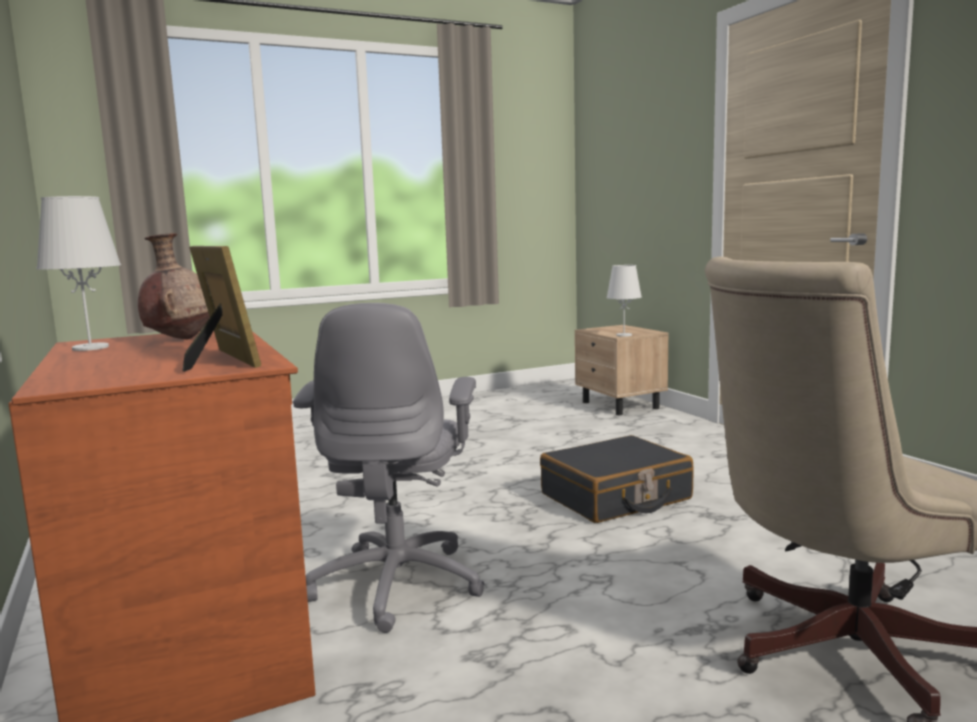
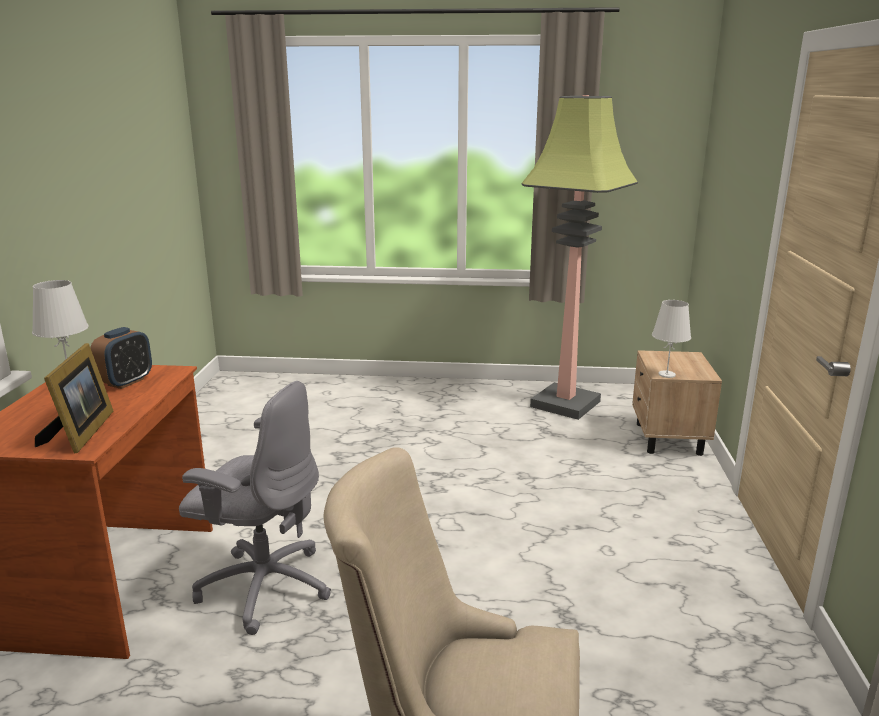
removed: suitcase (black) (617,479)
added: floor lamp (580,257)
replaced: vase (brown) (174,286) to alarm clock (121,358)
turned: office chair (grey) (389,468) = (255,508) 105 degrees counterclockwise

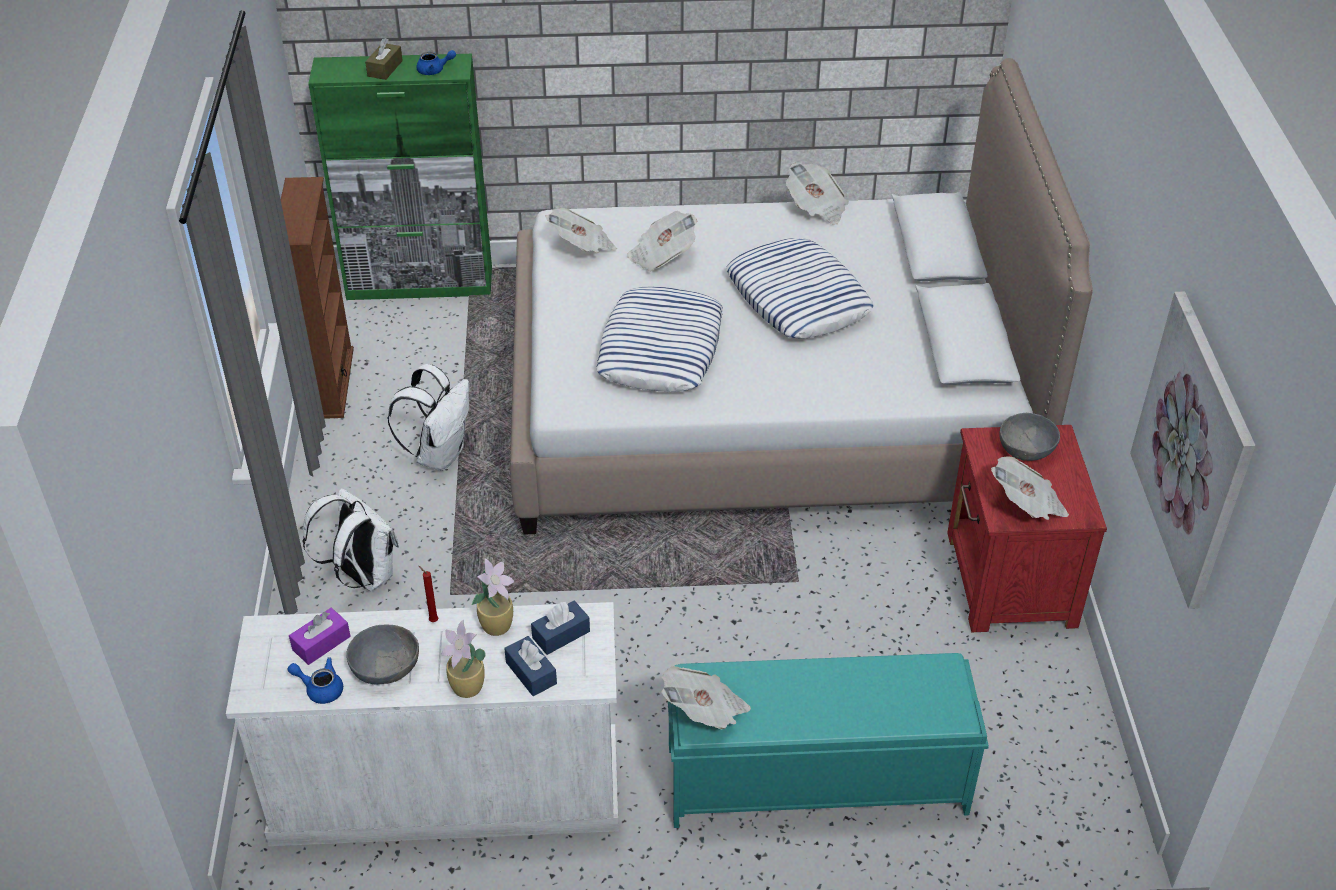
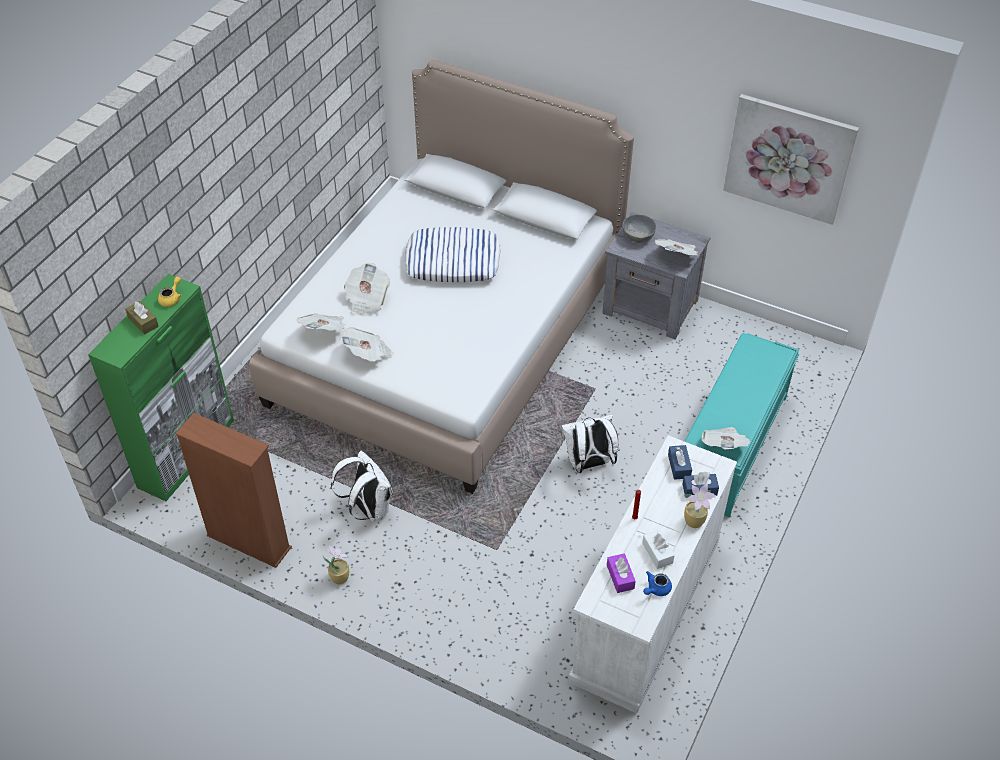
removed: pillow (659,339)
moved: newspaper (817,194) to (367,344); backpack (white) (350,539) to (589,444); potted plant (493,597) to (336,564)
replaced: bowl (grey) (382,654) to tissue box (white) (658,549)
recoloured: teapot (blue) (436,62) to teapot (yellow) (170,292); nightstand (red) (1027,528) to nightstand (grey) (656,275)

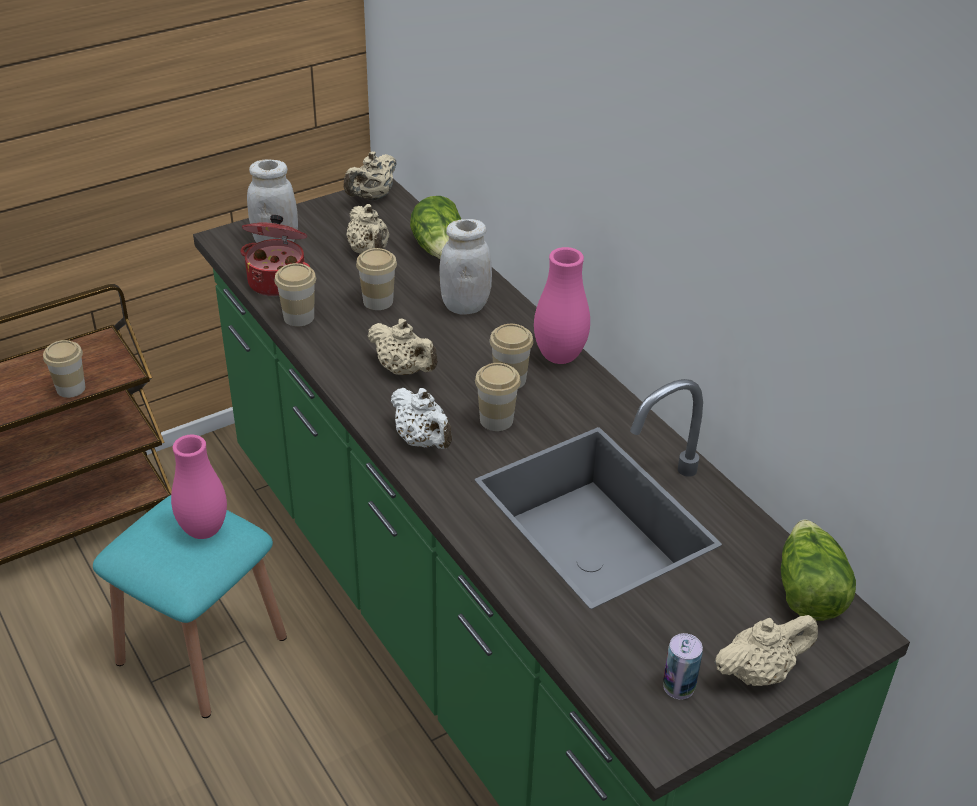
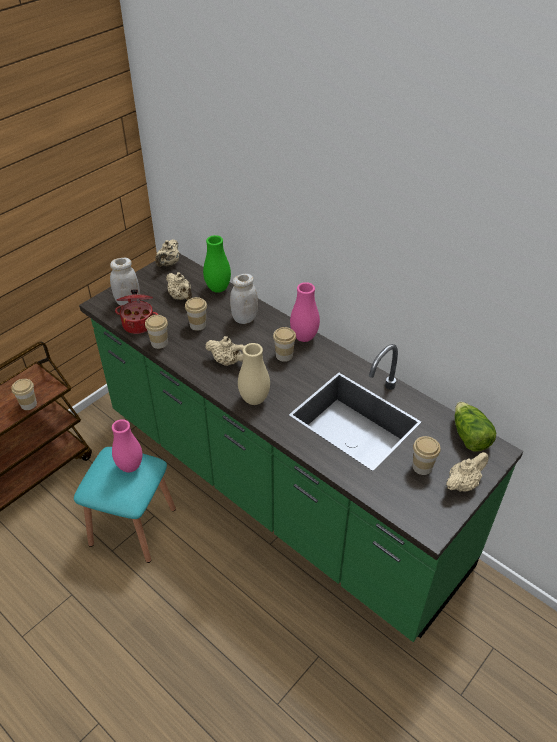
removed: can (683,666)
moved: cup (498,397) to (426,455)
replaced: lettuce (435,227) to vase (green) (217,264); teapot (white) (421,418) to vase (beige) (254,374)

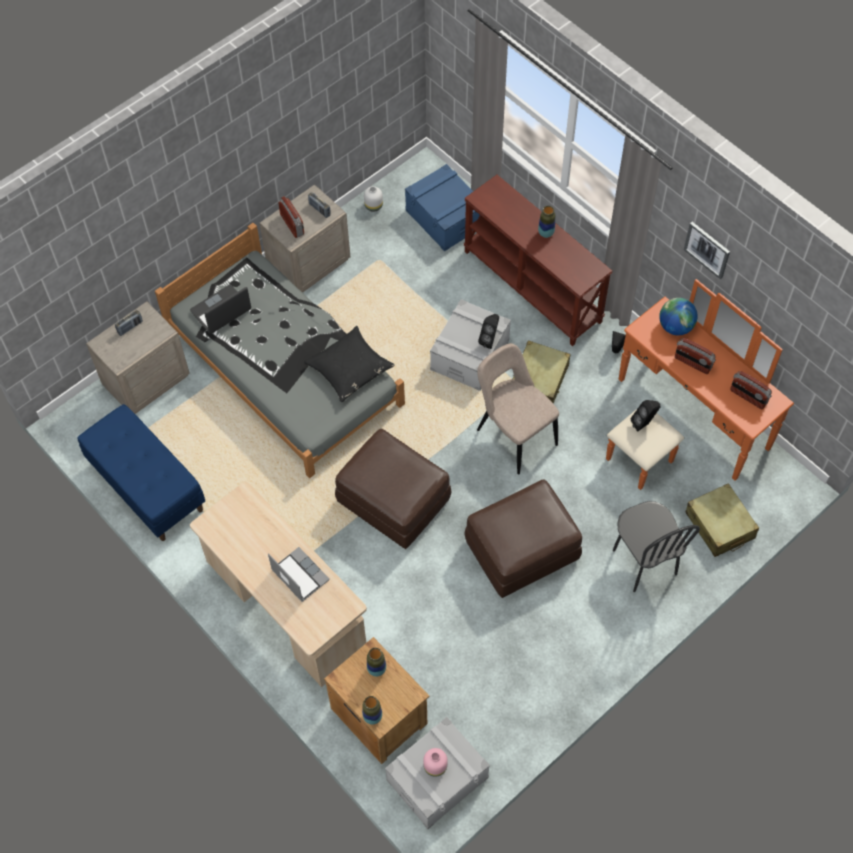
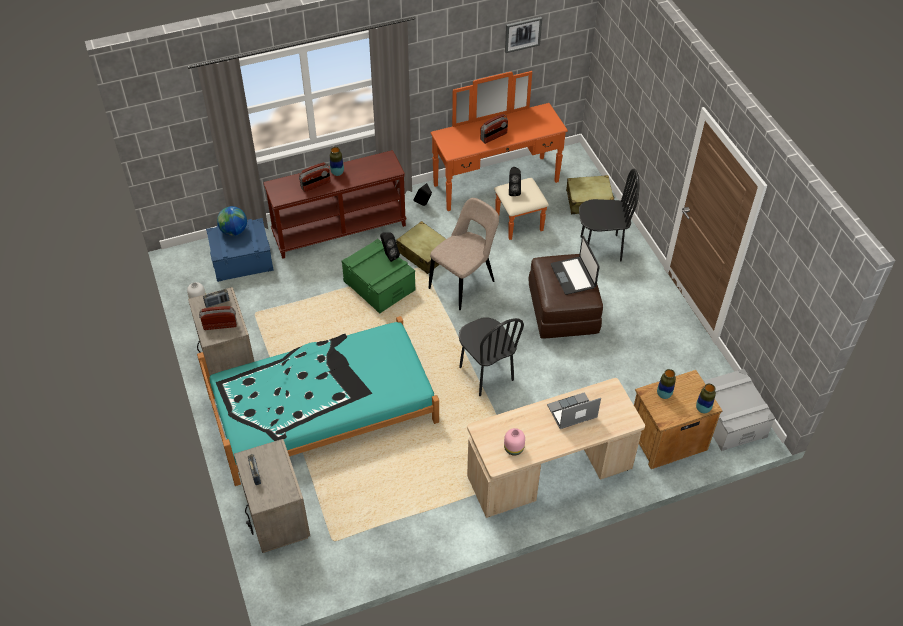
removed: pillow (black) (349,364); bench (blue) (141,472)
moved: picture (707,250) to (523,35); laptop (220,309) to (575,265); globe (678,316) to (232,221); radio (751,390) to (315,177); vase (pink) (435,762) to (514,441)
replaced: ottoman (brown) (393,489) to chair (black) (491,356)
recoloured: bed (grey) (280,350) to bed (turquoise) (318,401); storage box (grey) (470,345) to storage box (green) (379,276)
turned: chair (beige) (518,408) = (464,254) 150 degrees clockwise

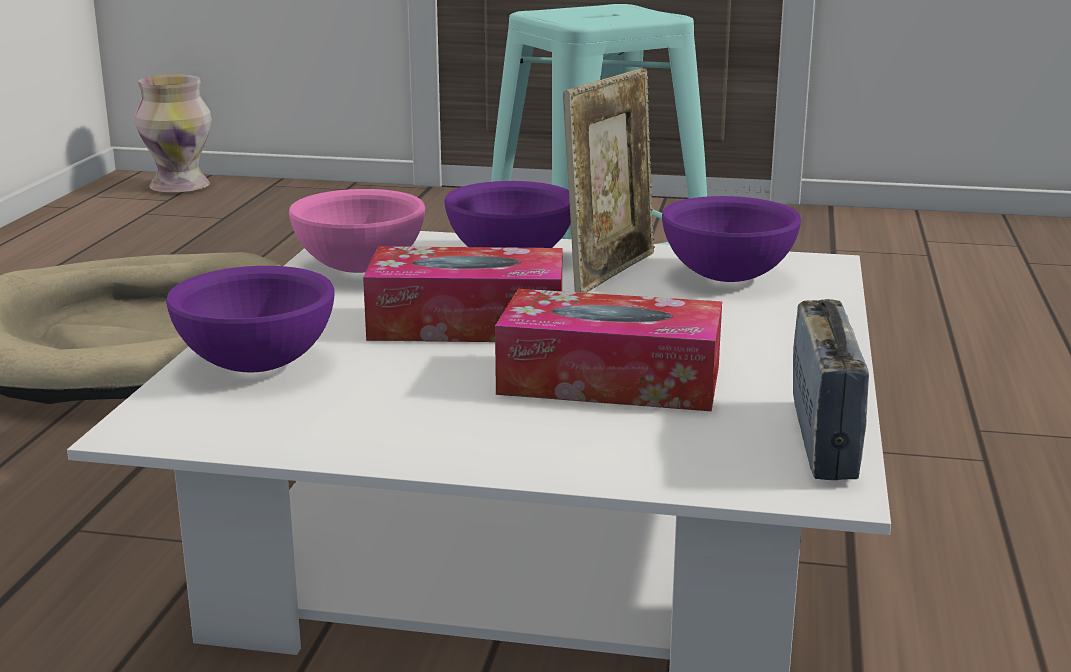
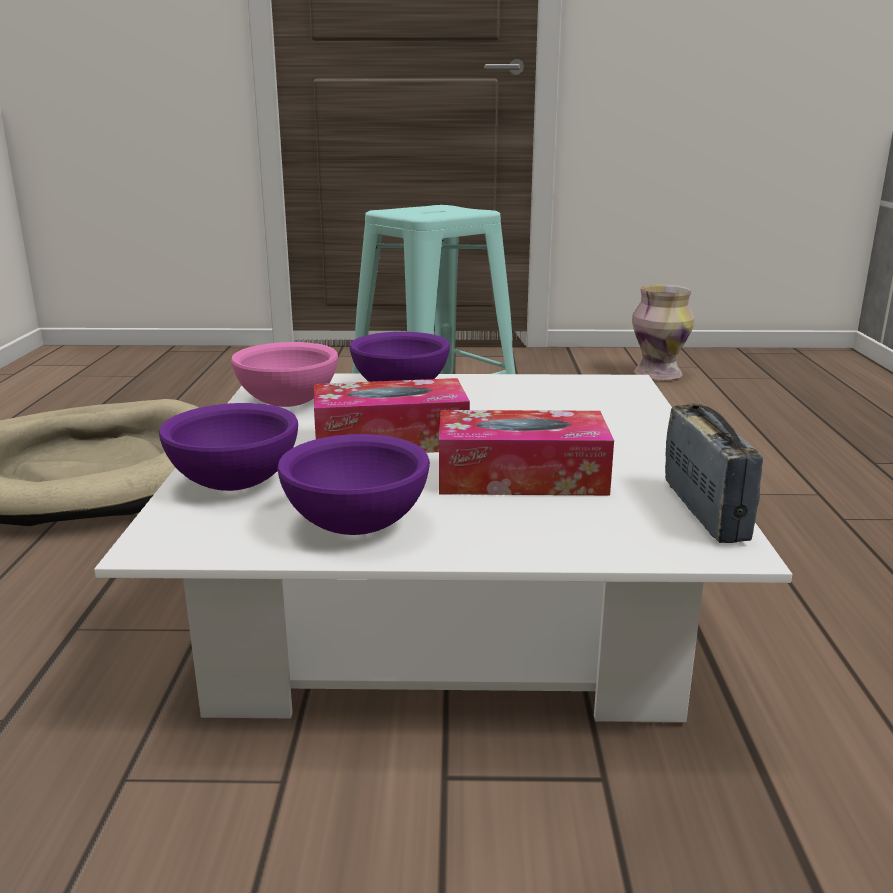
removed: picture frame (609,180)
moved: vase (173,133) to (663,332); bowl (purple) (731,239) to (353,484)

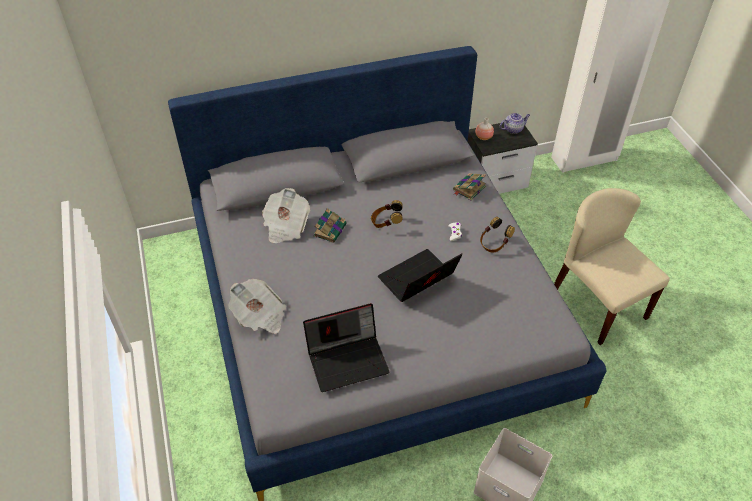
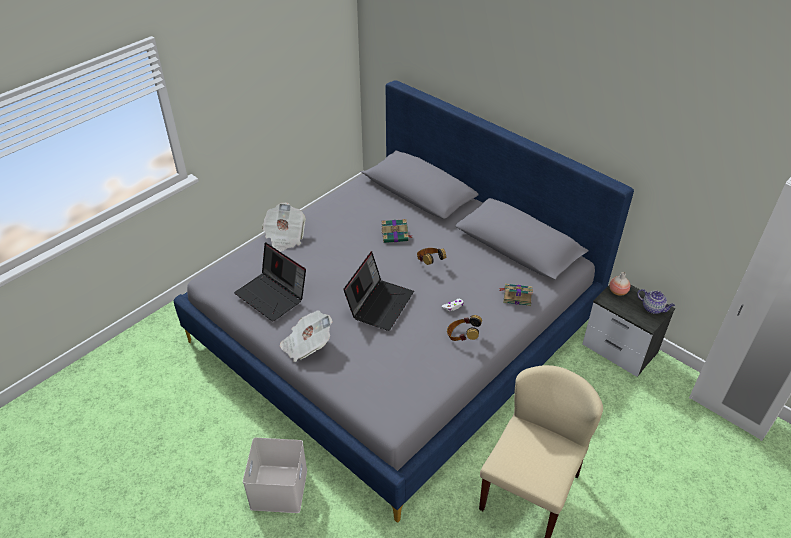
moved: newspaper (286,215) to (306,336)
turned: laptop (420,275) = (378,291) 90 degrees clockwise

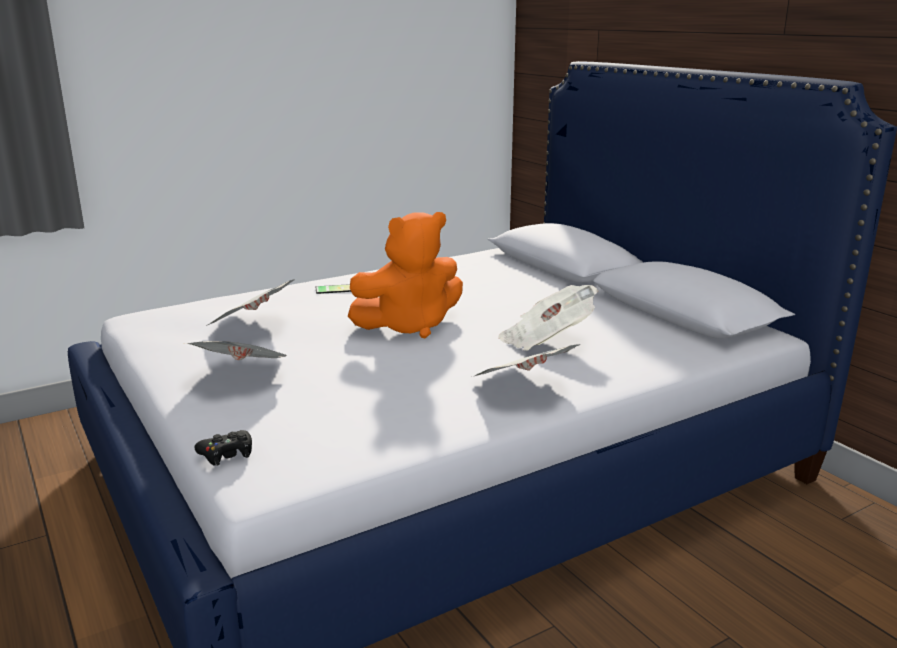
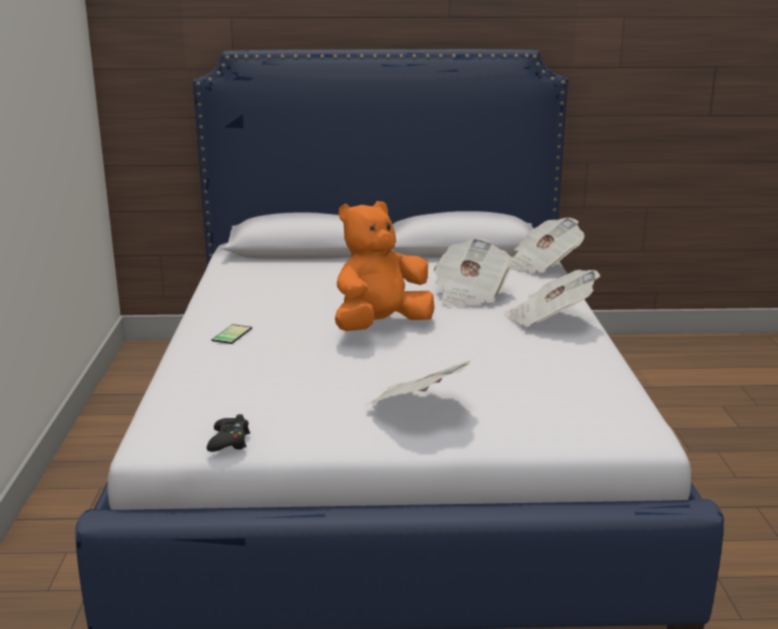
moved: newspaper (250,302) to (548,245); game controller (black) (223,448) to (228,433)
turned: plush toy (orange) (405,275) = (384,266) 135 degrees counterclockwise

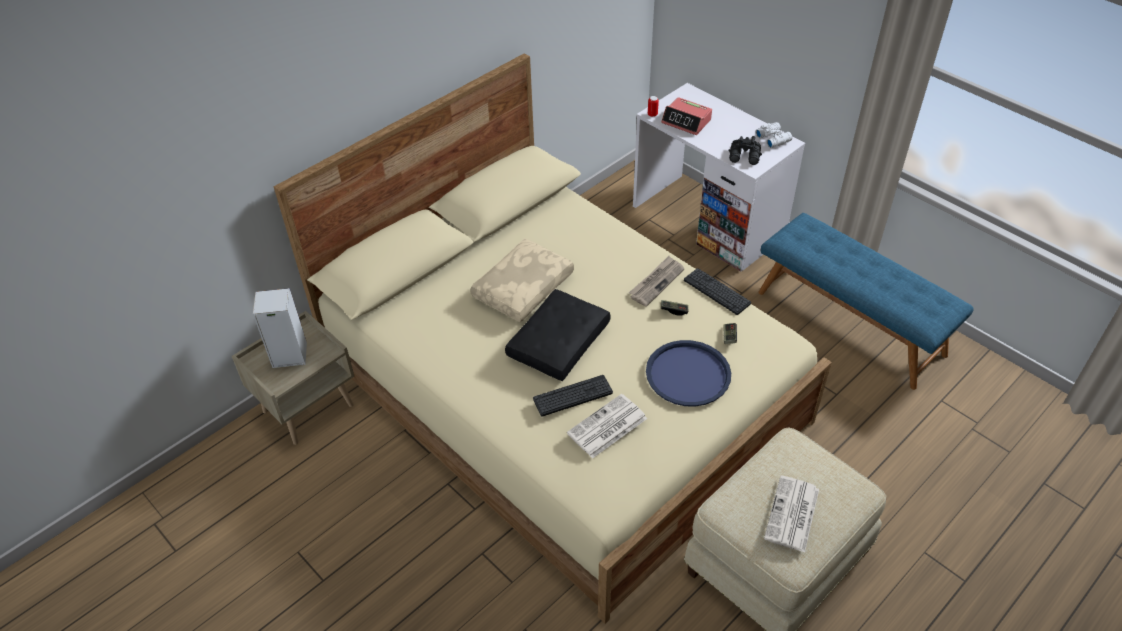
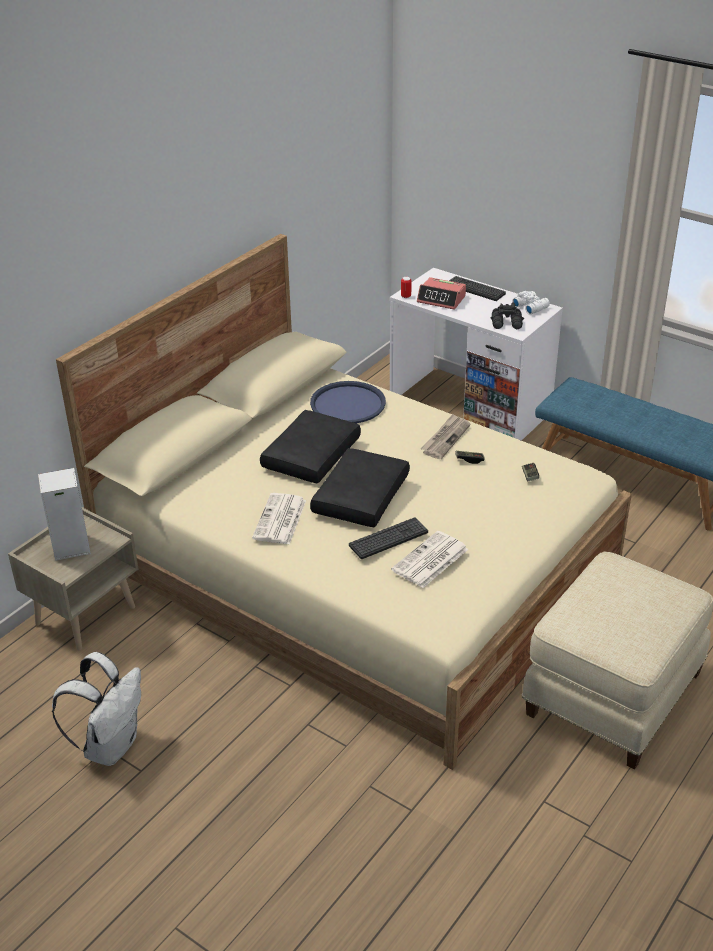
added: backpack (white) (96,709)
moved: keyboard (717,291) to (477,288); tray (blue) (688,373) to (348,402); newspaper (791,514) to (279,519)
recoloured: pillow (beige) (522,280) to pillow (black) (310,447)

